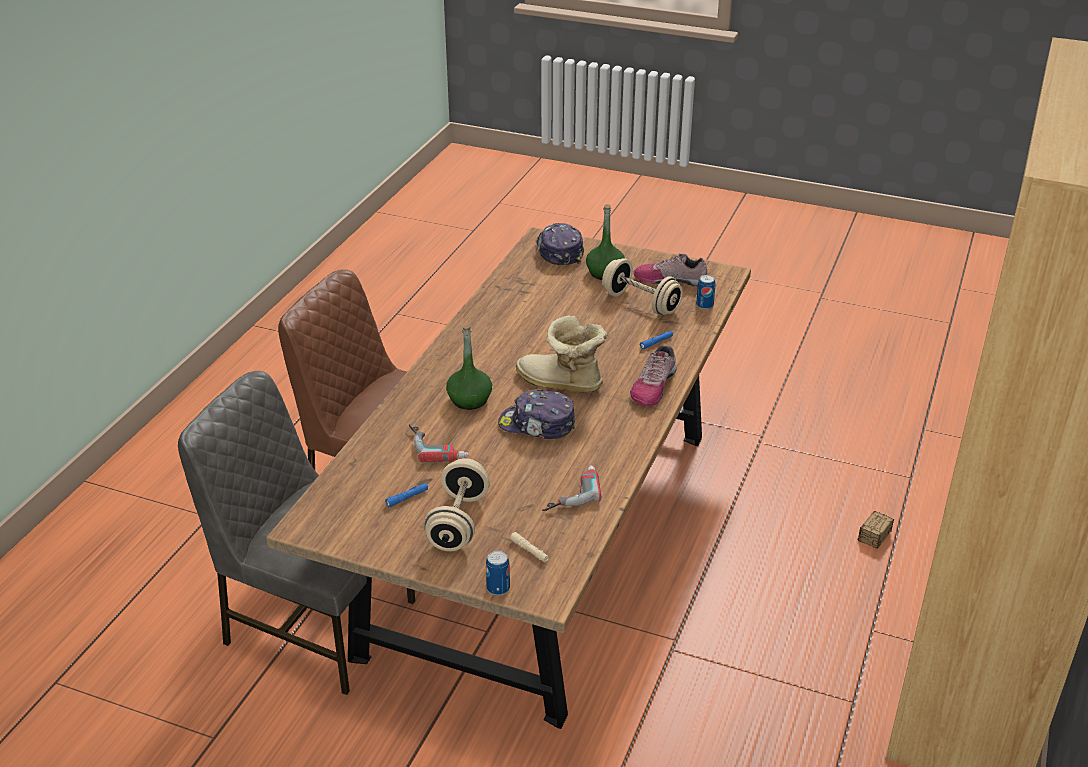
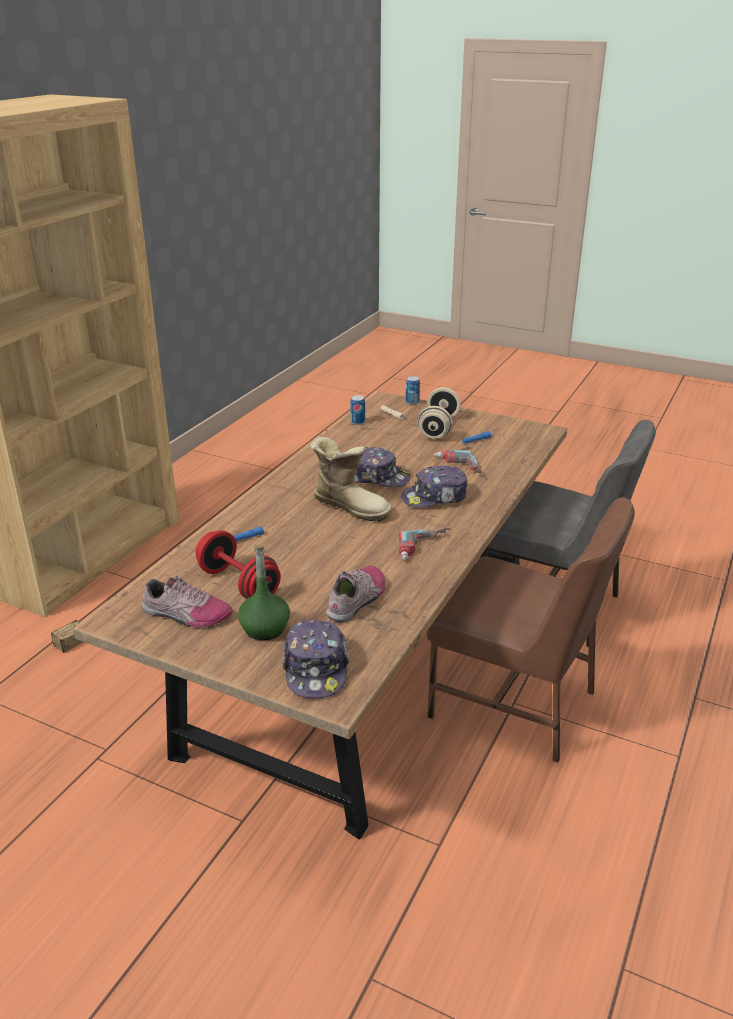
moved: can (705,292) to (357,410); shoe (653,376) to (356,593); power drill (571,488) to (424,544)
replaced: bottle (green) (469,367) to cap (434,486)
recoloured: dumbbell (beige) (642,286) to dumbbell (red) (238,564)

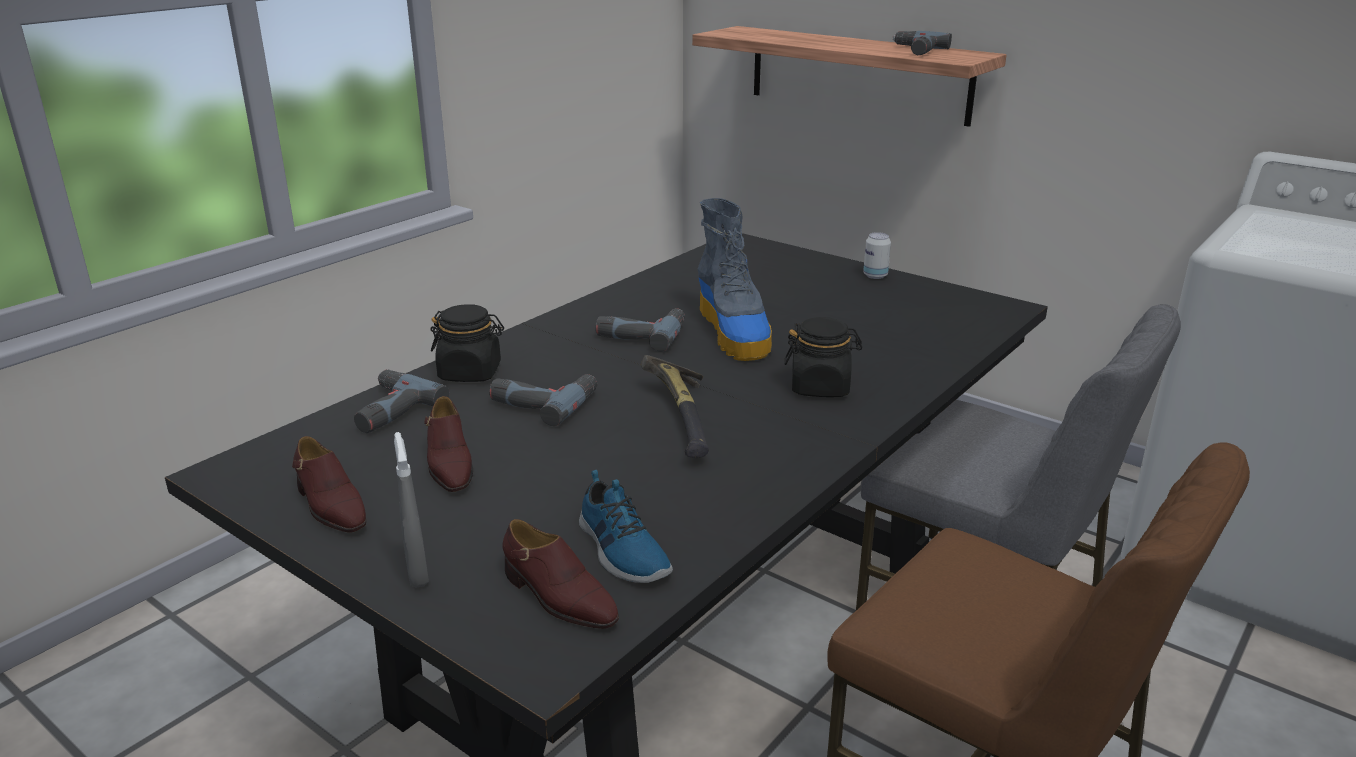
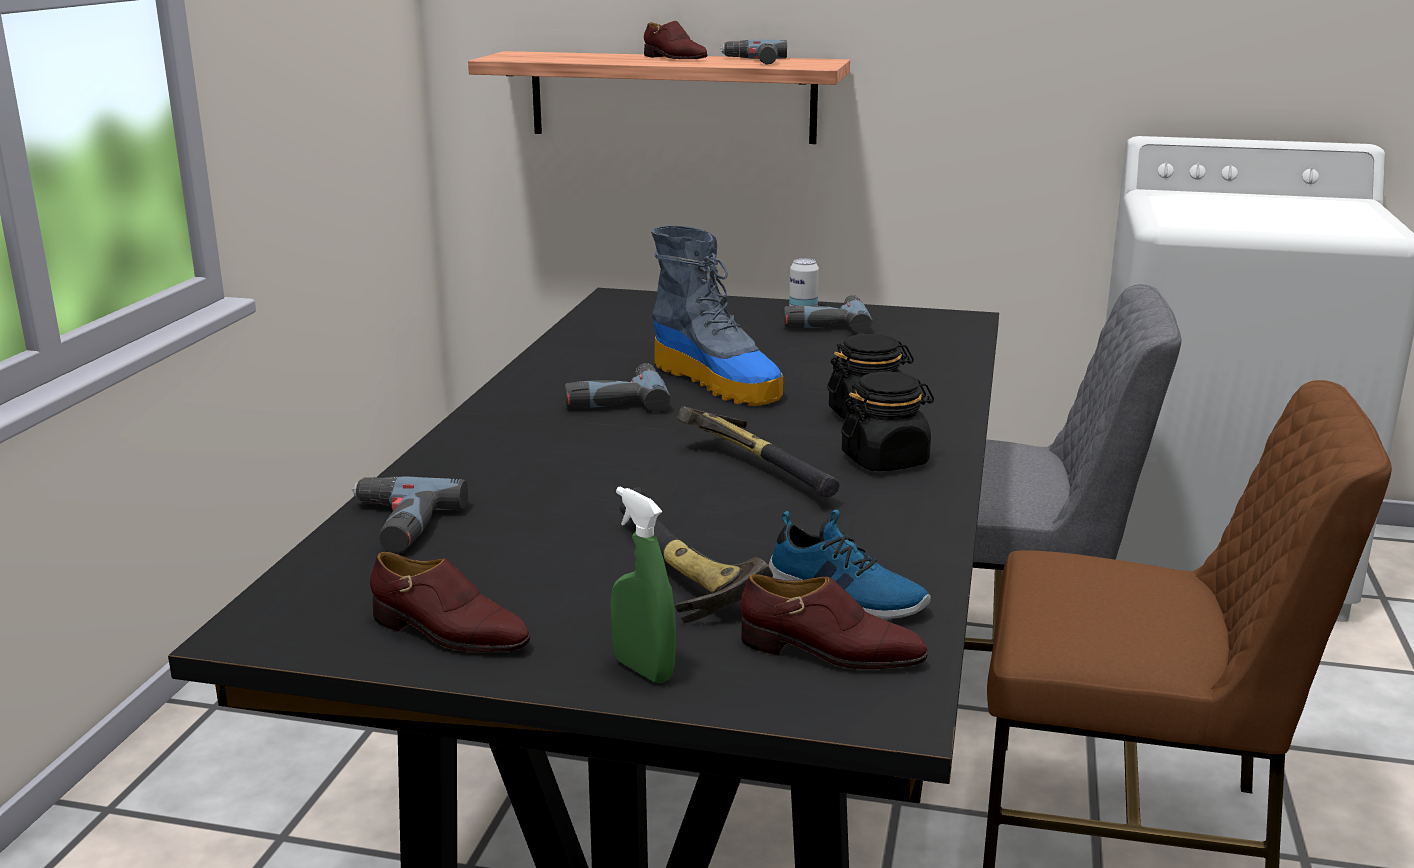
added: hammer (696,555)
moved: jar (black) (467,343) to (887,421); power drill (543,400) to (828,314); shoe (brown) (448,444) to (676,40)
recoloured: spray bottle (grey) (411,510) to spray bottle (green) (643,584)

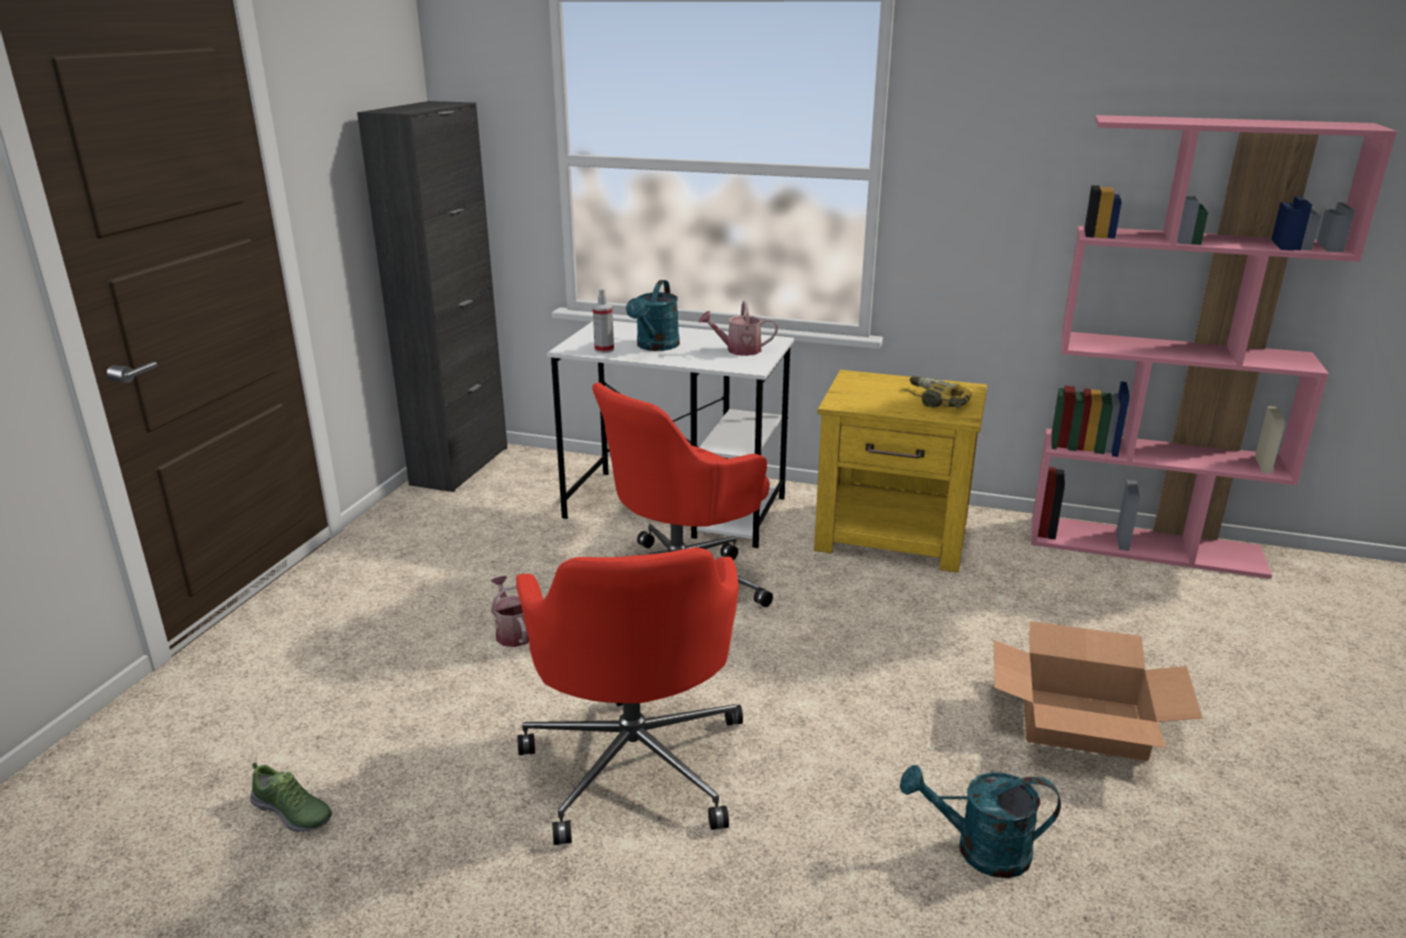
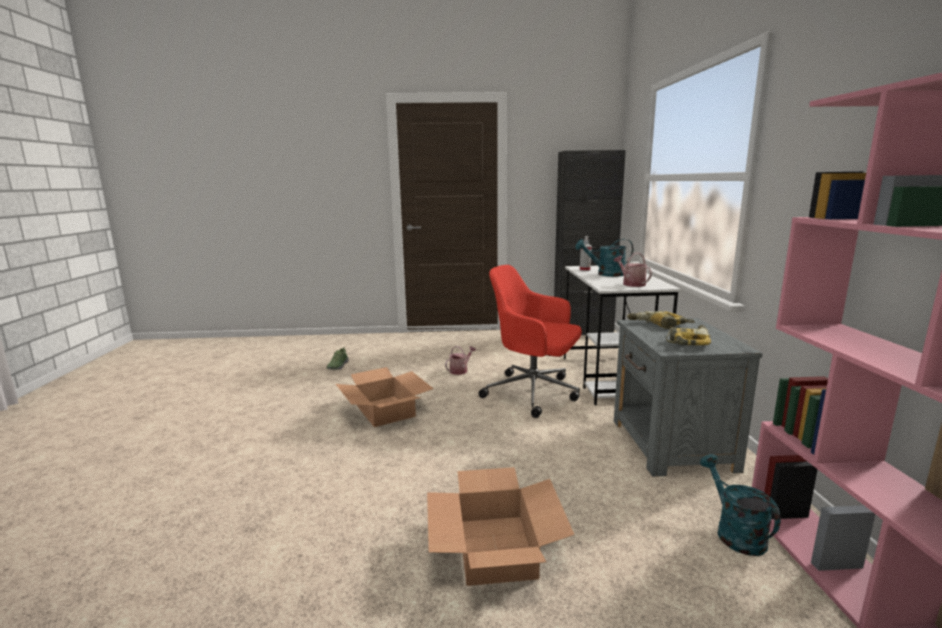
added: power drill (661,320)
moved: watering can (turquoise) (980,821) to (740,505)
replaced: office chair (red) (629,696) to cardboard box (385,397)
recoloured: nightstand (yellow) (900,471) to nightstand (grey) (688,397)

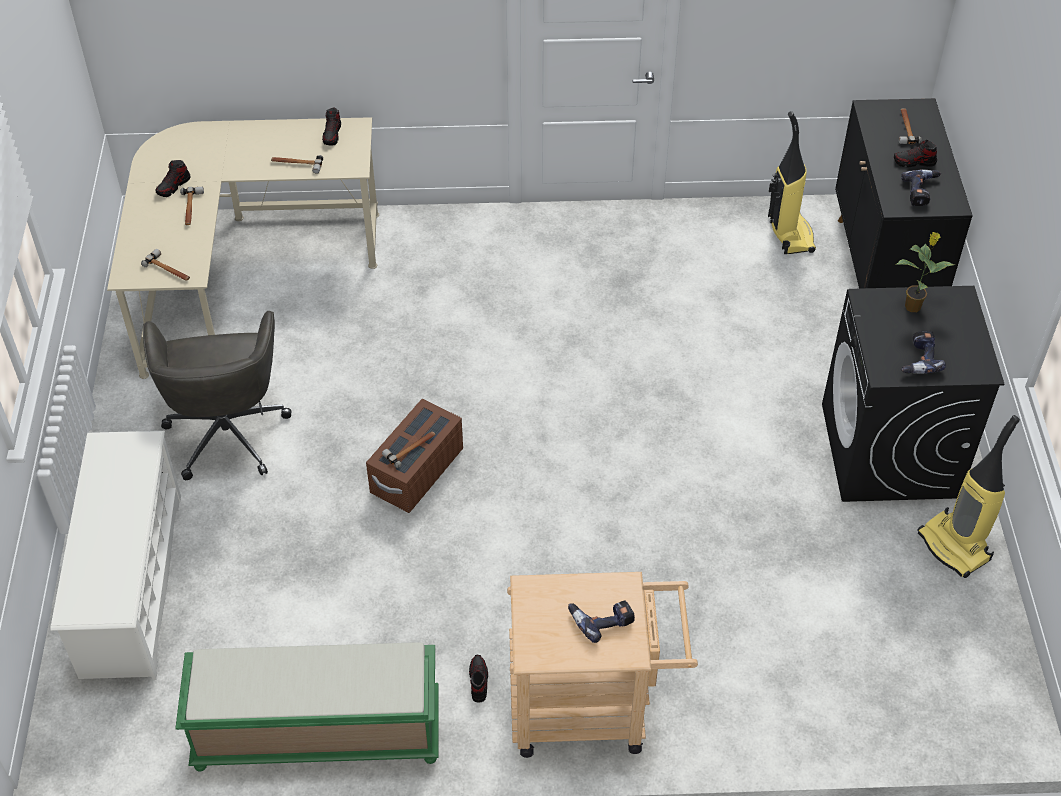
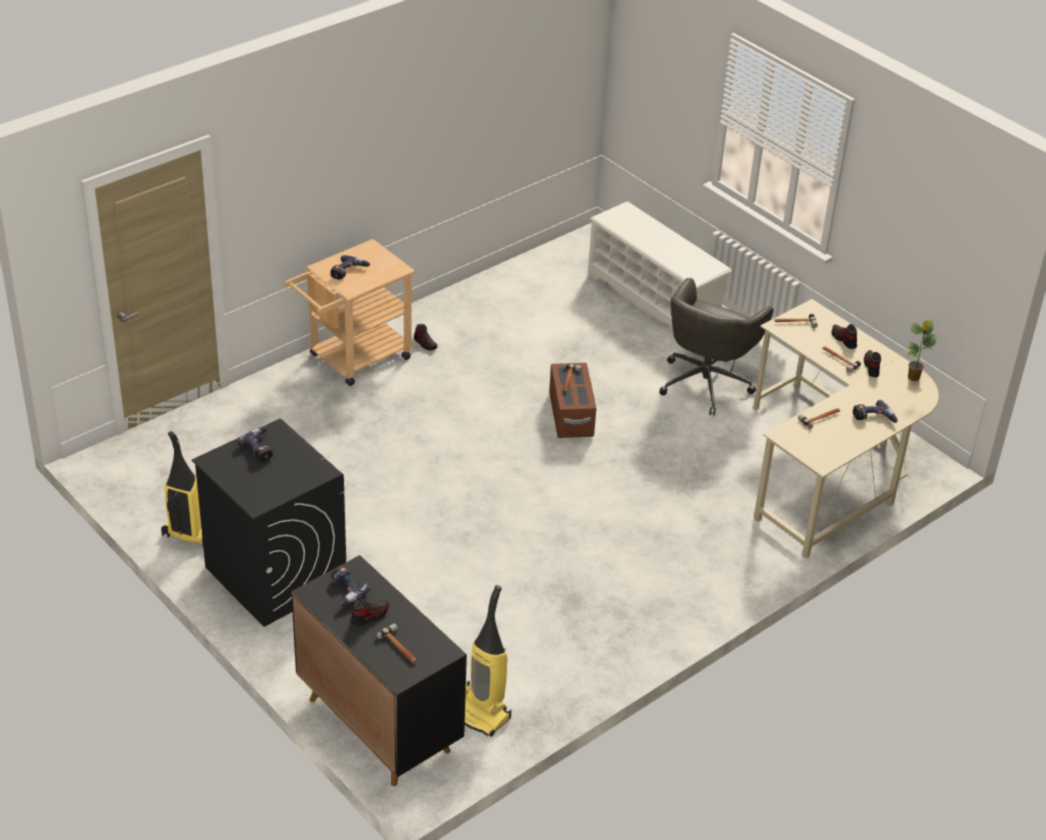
removed: bench (green) (307,706)
added: power drill (875,411)
moved: shoe (331,126) to (844,336); potted plant (926,272) to (922,350)
turned: office chair (grey) (217,395) = (716,346) 105 degrees counterclockwise

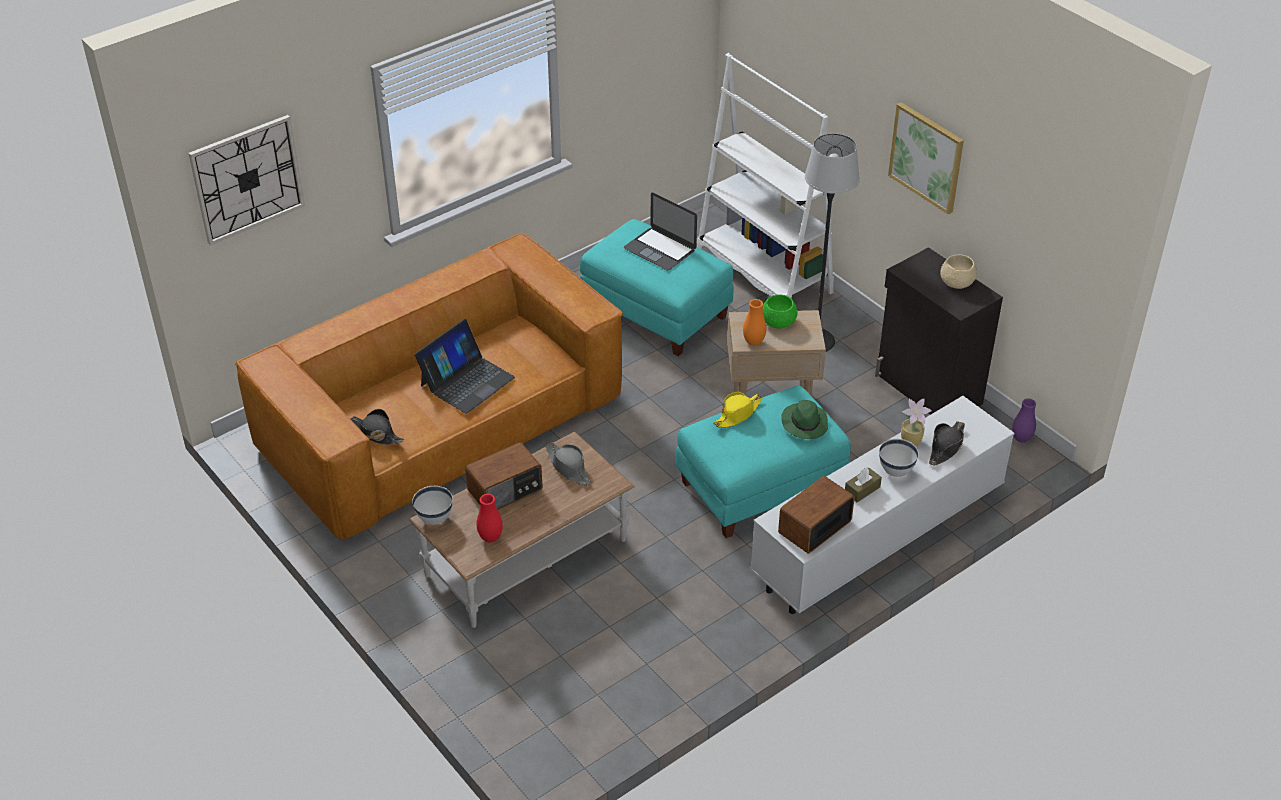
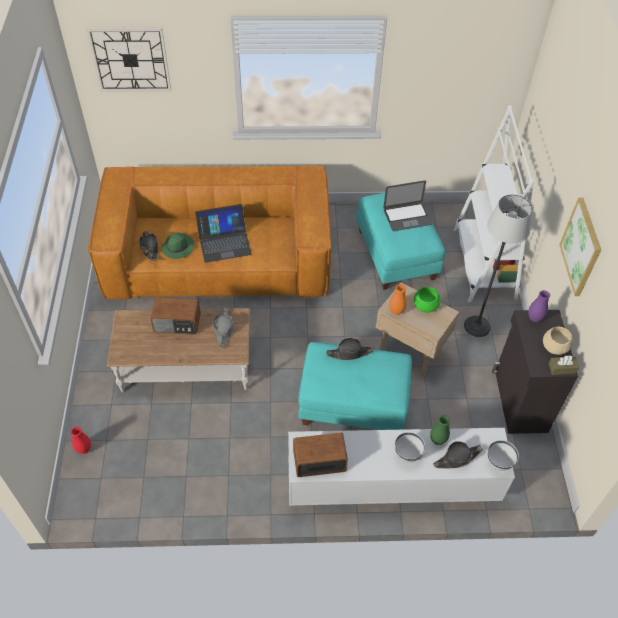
moved: vase (purple) (1024,420) to (539,306); hat (green) (804,419) to (177,245); tissue box (brown) (863,485) to (564,365); bowl (white) (432,505) to (503,455); vase (red) (490,518) to (81,440)
replaced: potted plant (916,422) to vase (green) (440,430)
recoloured: hat (yellow) (738,410) to hat (black) (350,349)
turned: laptop (660,231) = (407,206) 90 degrees counterclockwise

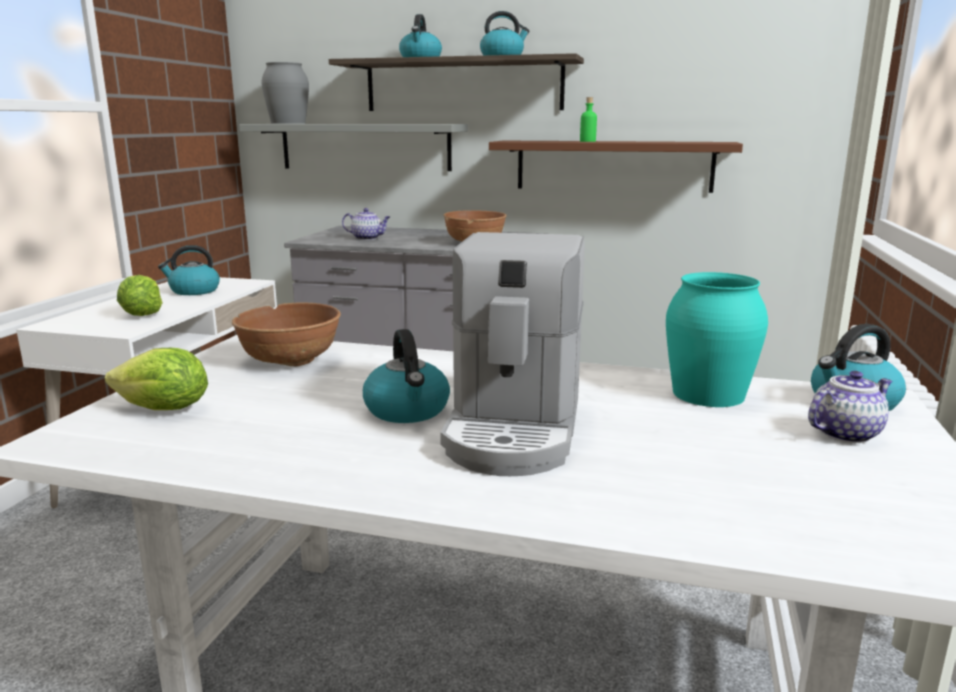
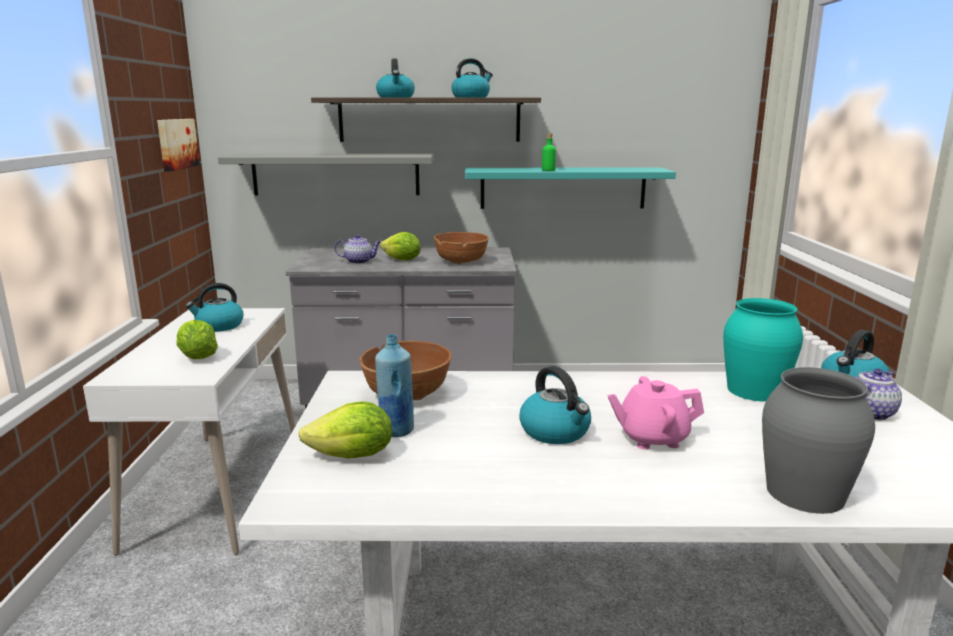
added: picture (178,145); lettuce (400,246); bottle (blue) (394,385)
moved: vase (grey) (285,93) to (818,440)
replaced: coffee machine (512,354) to teapot (pink) (655,412)
recoloured: shelf (brown) (616,167) to shelf (turquoise) (570,188)

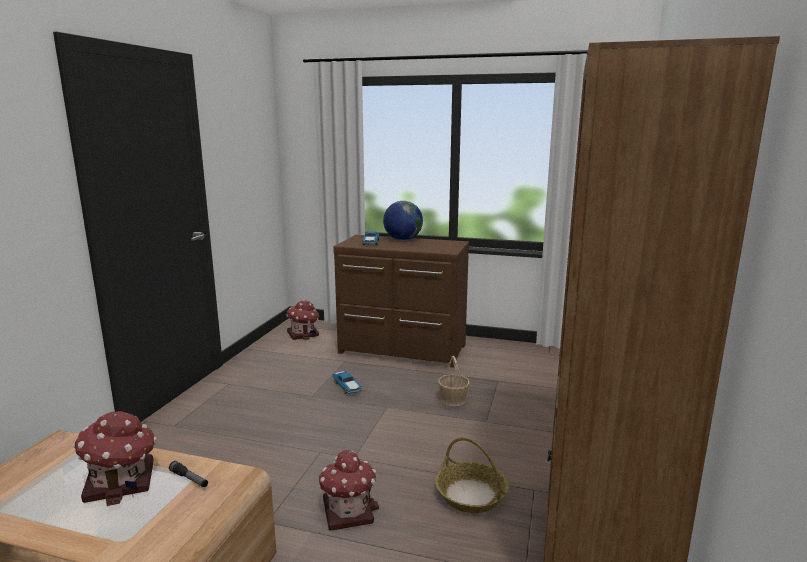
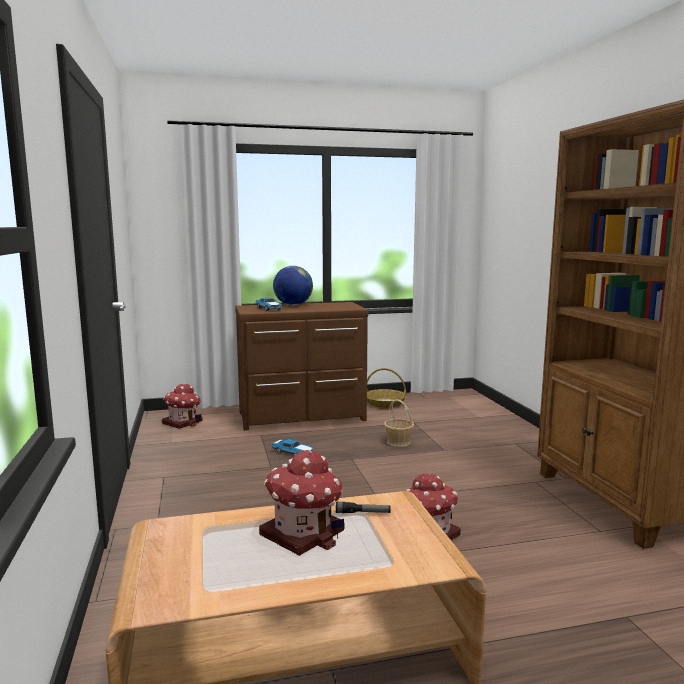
moved: basket (472,475) to (387,388)

